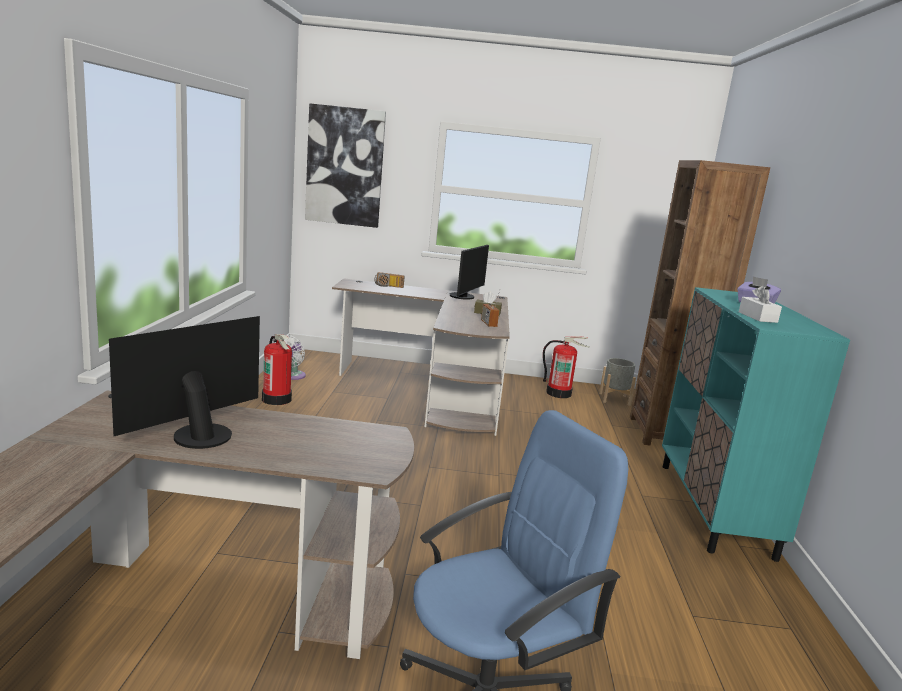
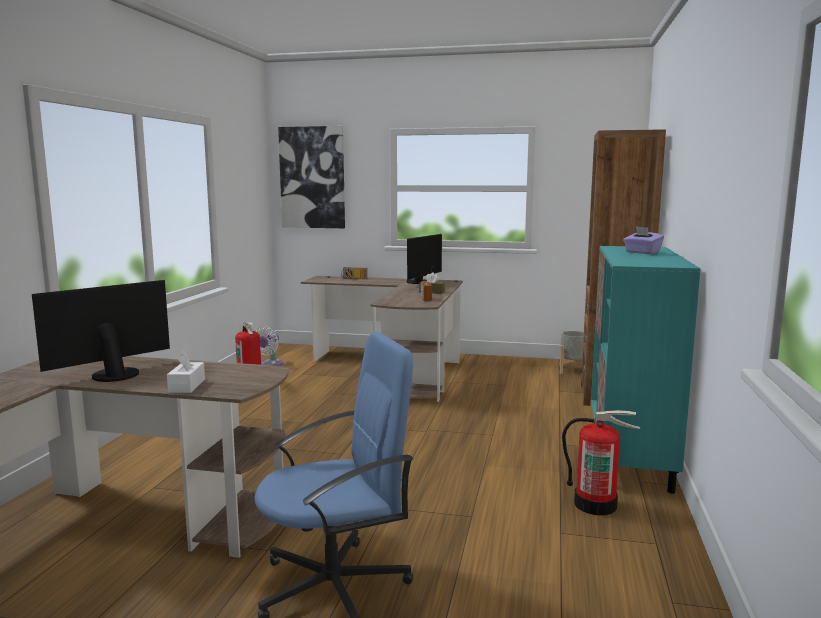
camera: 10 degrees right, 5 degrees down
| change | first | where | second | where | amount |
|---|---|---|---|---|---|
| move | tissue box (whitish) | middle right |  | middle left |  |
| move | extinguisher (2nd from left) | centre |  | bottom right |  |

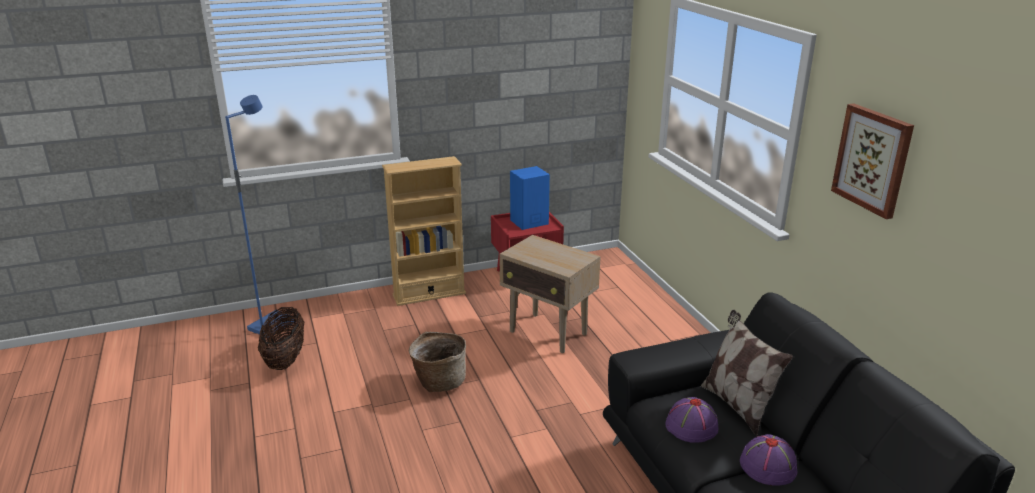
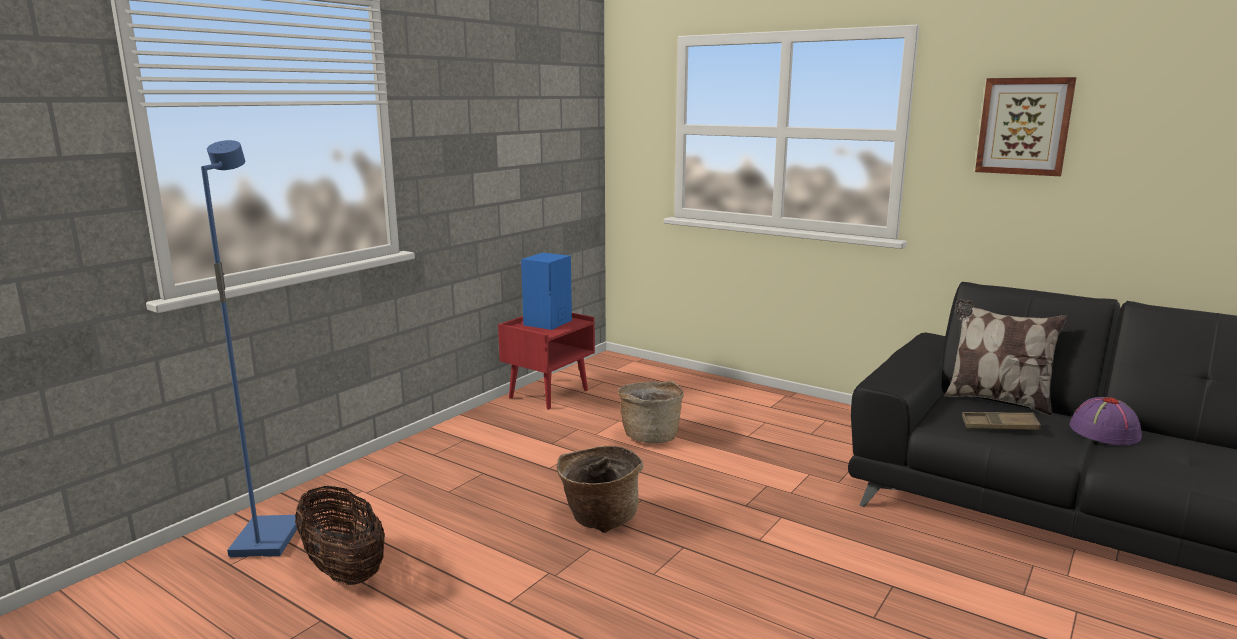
camera: 35 degrees left, 10 degrees down
| change | first | where | second | where | amount |
|---|---|---|---|---|---|
| replace | end table (beige) | centre | household basket (3rd from left) | centre |  |
| replace | clothing hat (purple-coloured) (1st from left) | bottom right | serving tray (brownish) | middle right |  |
| delete | bookshelf (beige) | centre |  |  |  |

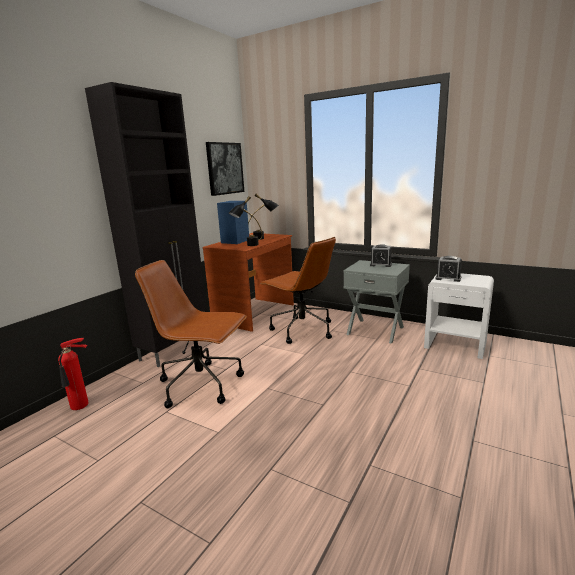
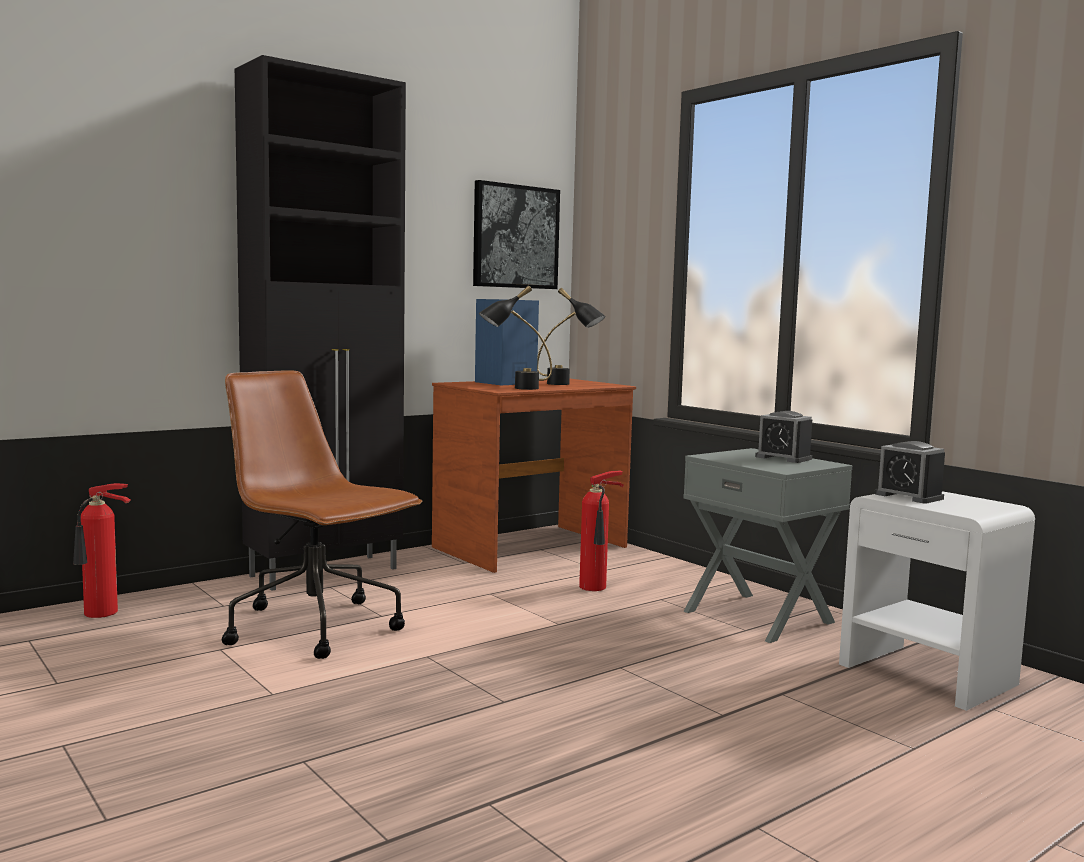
camera: 20 degrees right, 10 degrees down
| change | first | where | second | where | amount |
|---|---|---|---|---|---|
| replace | desk chair (brownish) (2nd from left) | centre | extinguisher (2nd from left) | centre |  |

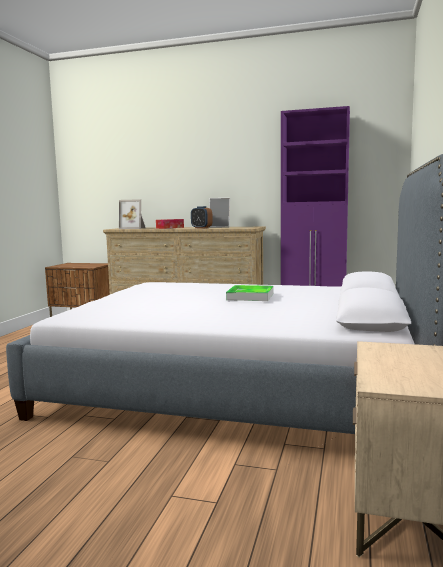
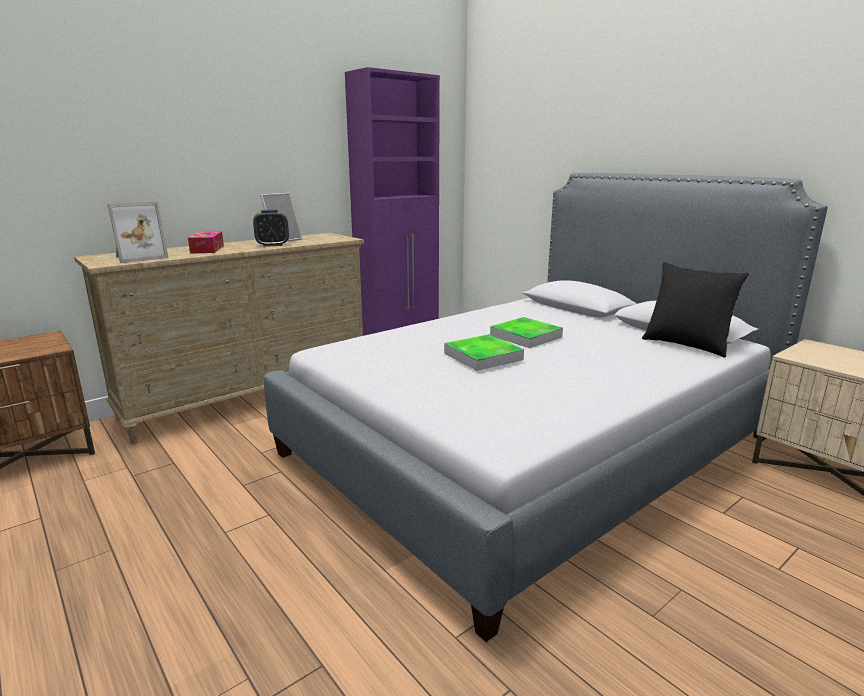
camera: 55 degrees left, 10 degrees up
| change | first | where | second | where | amount |
|---|---|---|---|---|---|
| insert |  |  | serving tray (1st from left) | centre |  |
| insert |  |  | pillow (black) | middle right |  |

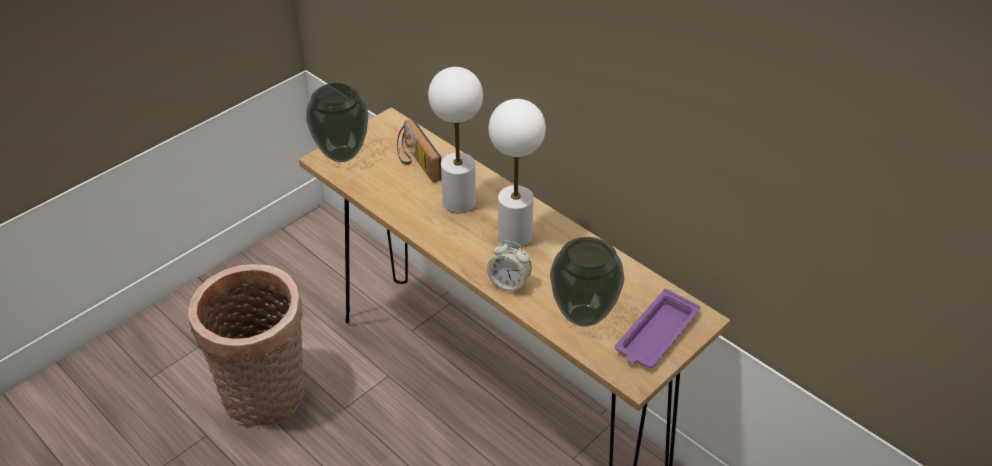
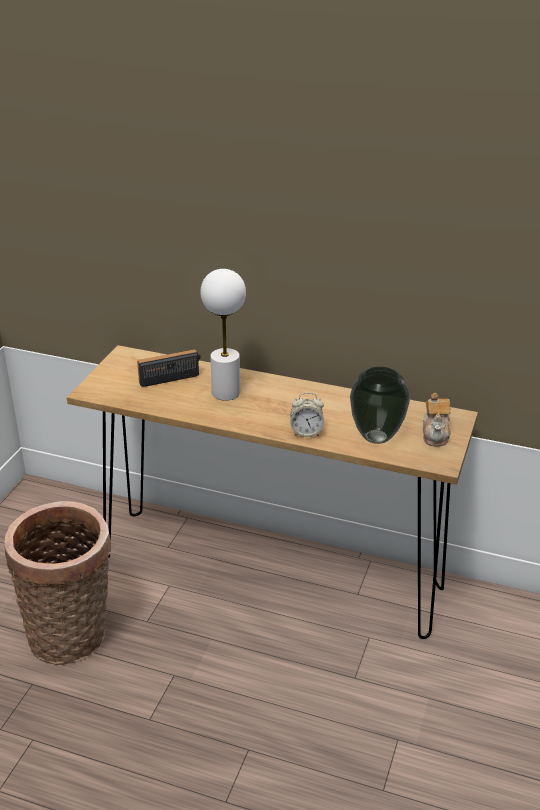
camera: 25 degrees left, 10 degrees down
| change | first | where | second | where | amount |
|---|---|---|---|---|---|
| rotate | radio receiver | top centre |  | middle left | 120 degrees clockwise |
| replace | serving tray (purple-coloured) | bottom centre | pot for tea | middle right |  |
| delete | decorative vase (1st from left) | top centre |  |  |  |
| delete | lamp for a table (whitish) (2nd from left) | centre |  |  |  |

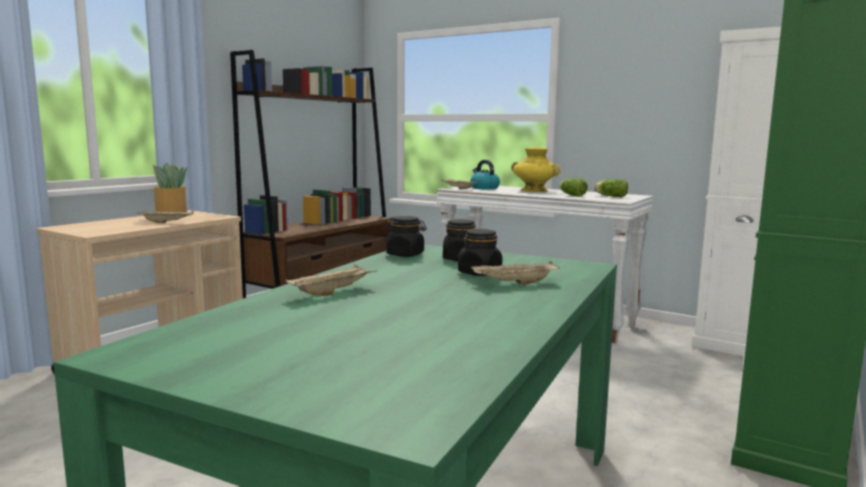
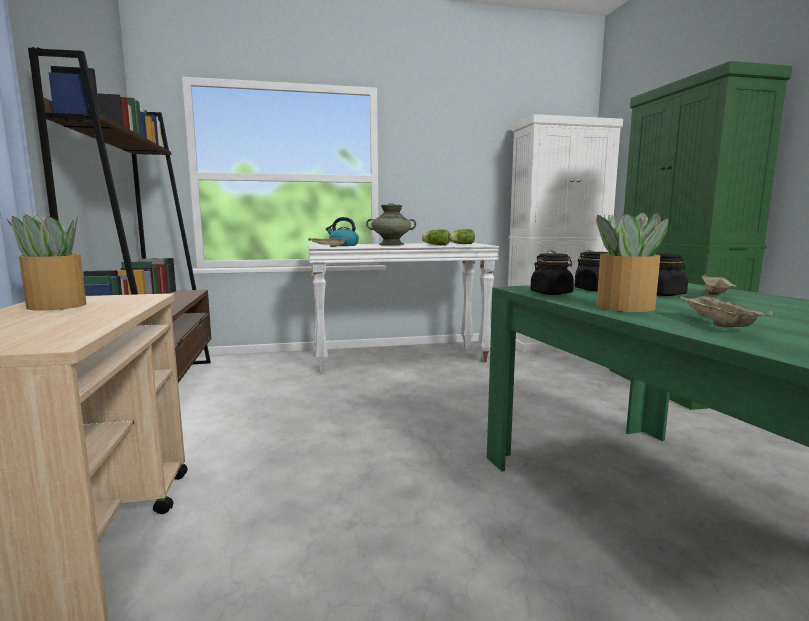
camera: 45 degrees left, 0 degrees up
| change | first | where | second | where | amount |
|---|---|---|---|---|---|
| recolor | decorative vase (yellow) | centre | decorative vase (turquoise) | centre |  |
| insert |  |  | plant in a pot (2nd from left) | middle right |  |
| delete | serving tray (beige) (1st from left) | middle left |  |  |  |

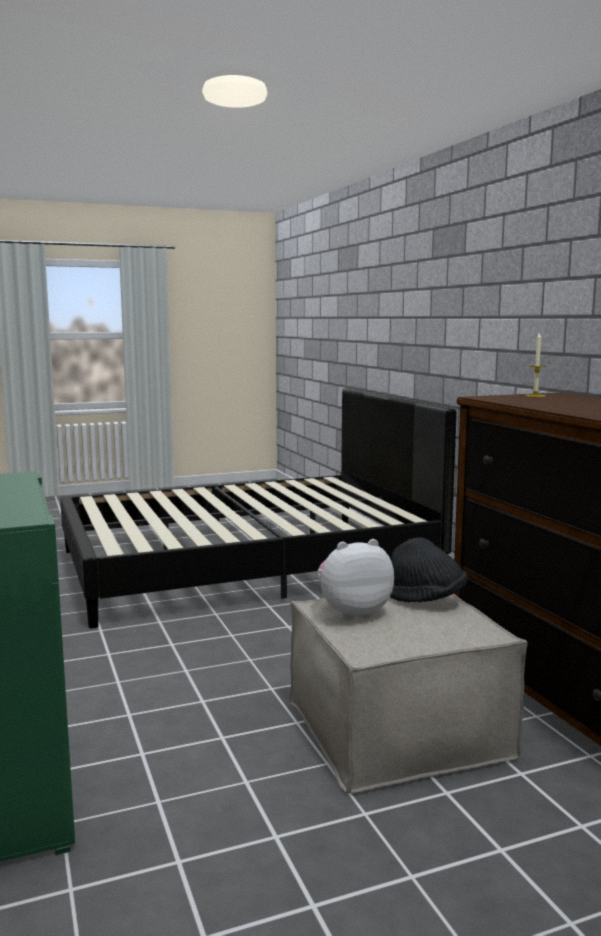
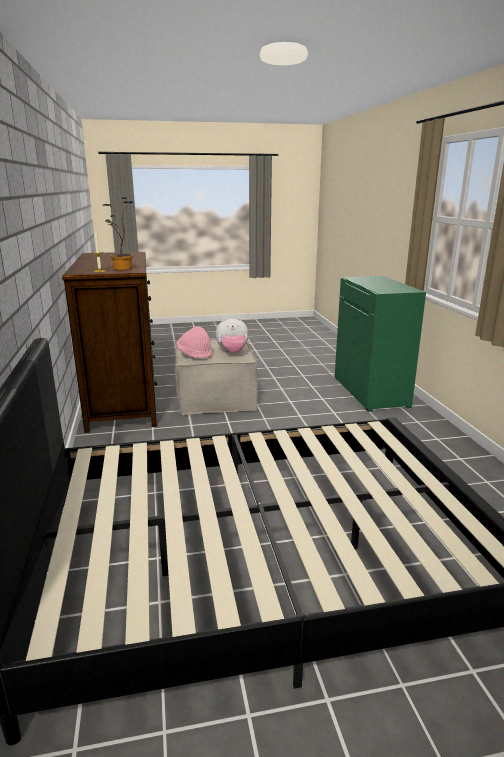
camera: 170 degrees left, 10 degrees up
| change | first | where | second | where | amount |
|---|---|---|---|---|---|
| insert |  |  | plant in a pot | top left |  |
| recolor | clothing hat (black) | middle right | clothing hat (pink) | centre |  |

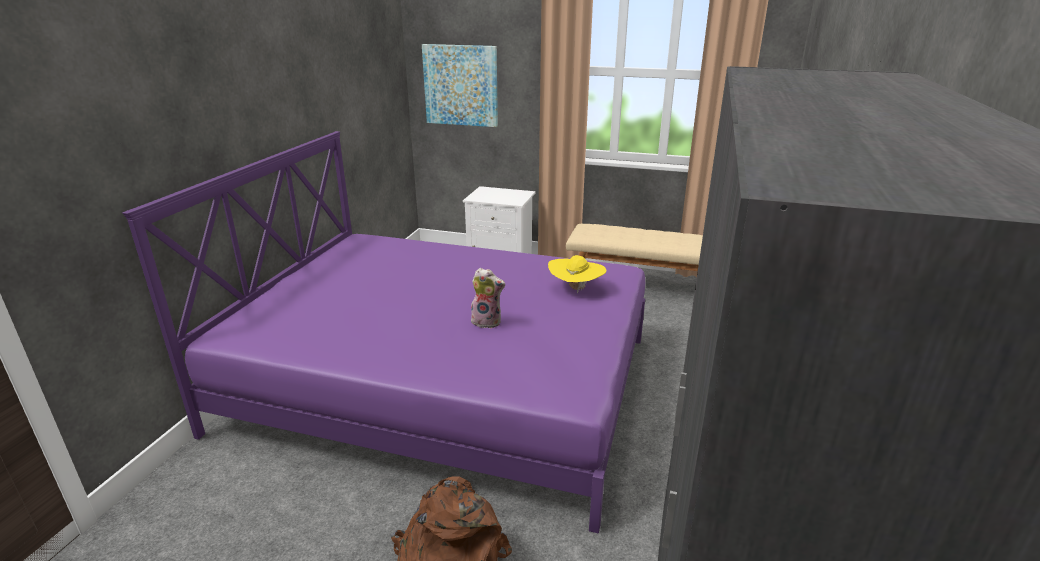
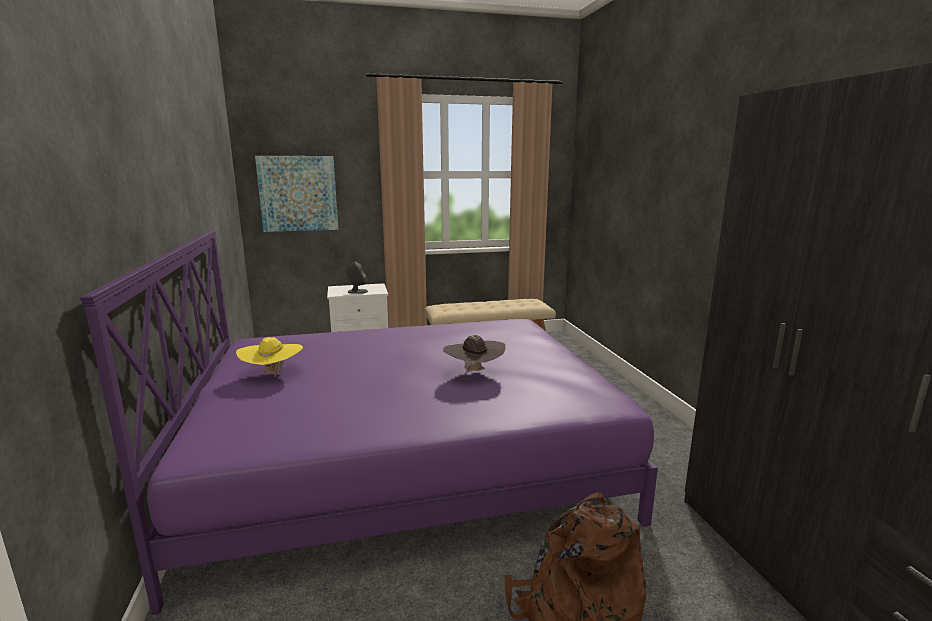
camera: 30 degrees left, 10 degrees down
| change | first | where | second | where | amount |
|---|---|---|---|---|---|
| move | clothing hat (yellow) | centre |  | middle left |  |
| insert |  |  | speaker (greyish) | centre |  |
| replace | plush toy | centre | clothing hat (brownish) | centre |  |

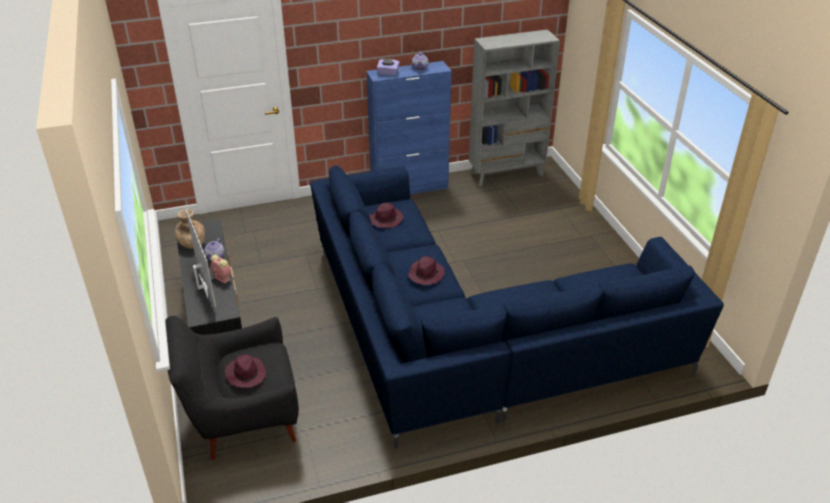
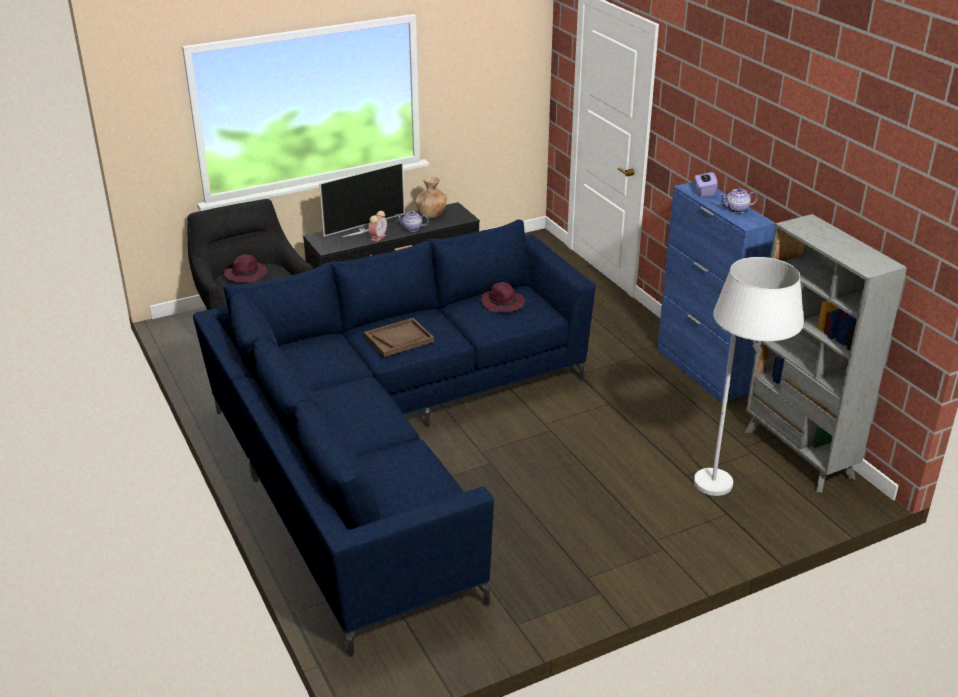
camera: 80 degrees right, 5 degrees down
| change | first | where | second | where | amount |
|---|---|---|---|---|---|
| replace | clothing hat (purple-coloured) (3rd from left) | centre | serving tray (brownish) | centre |  |
| insert |  |  | floor lamp (whitish) | middle right |  |

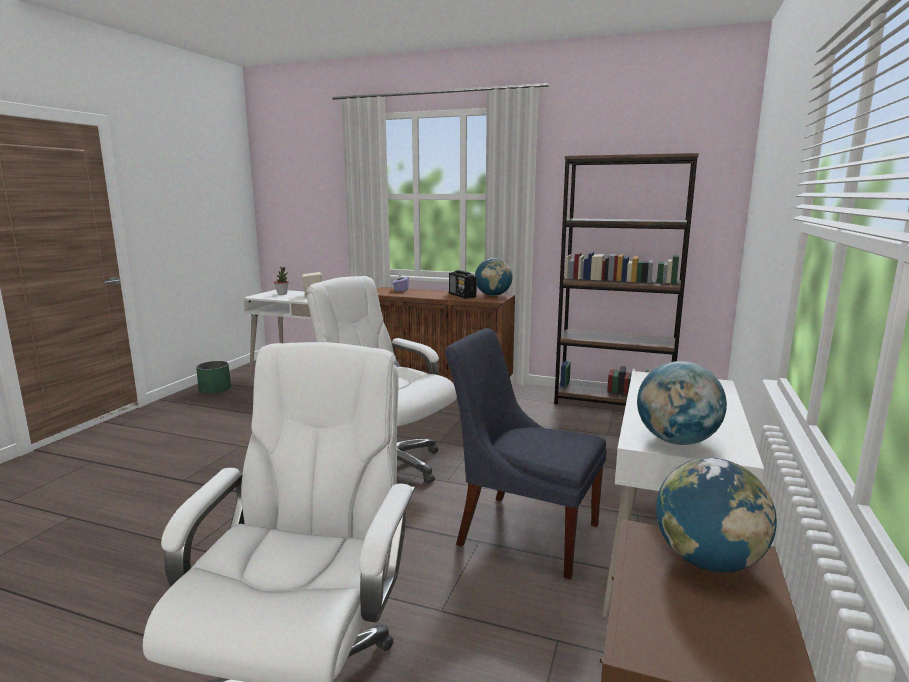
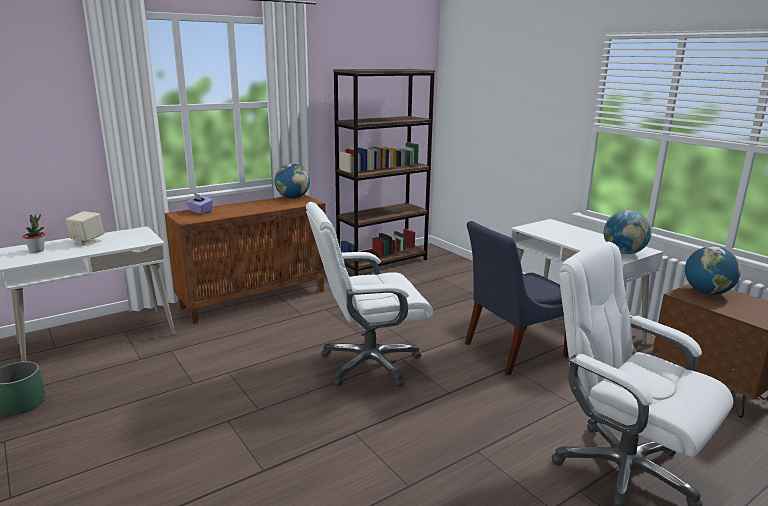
camera: 55 degrees left, 5 degrees up
| change | first | where | second | where | amount |
|---|---|---|---|---|---|
| delete | radio receiver | centre |  |  |  |

